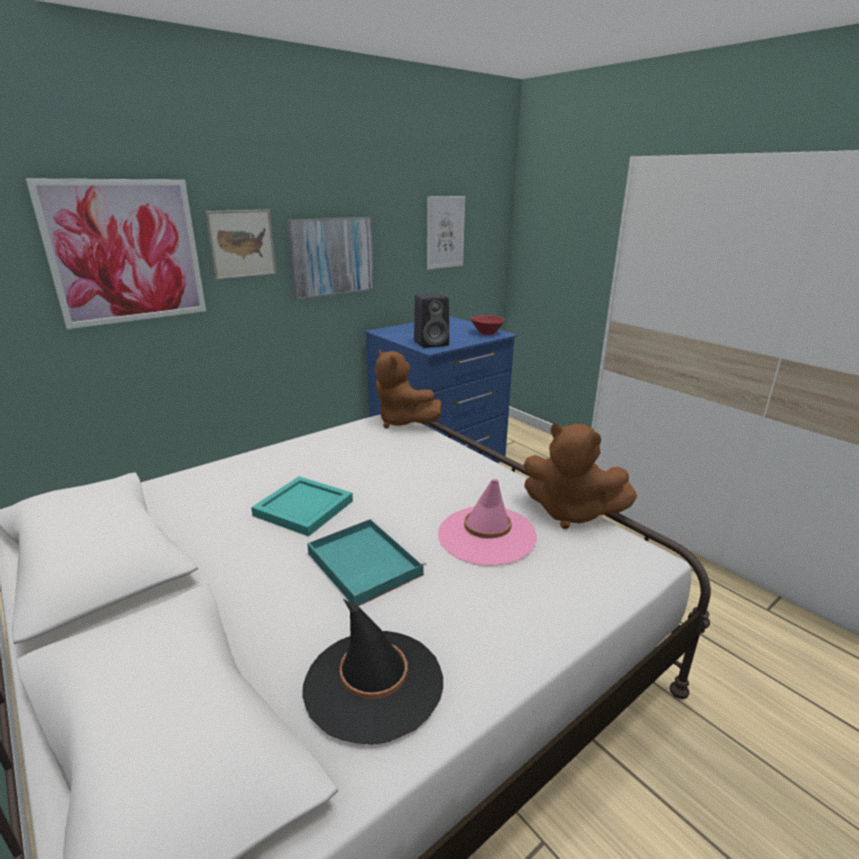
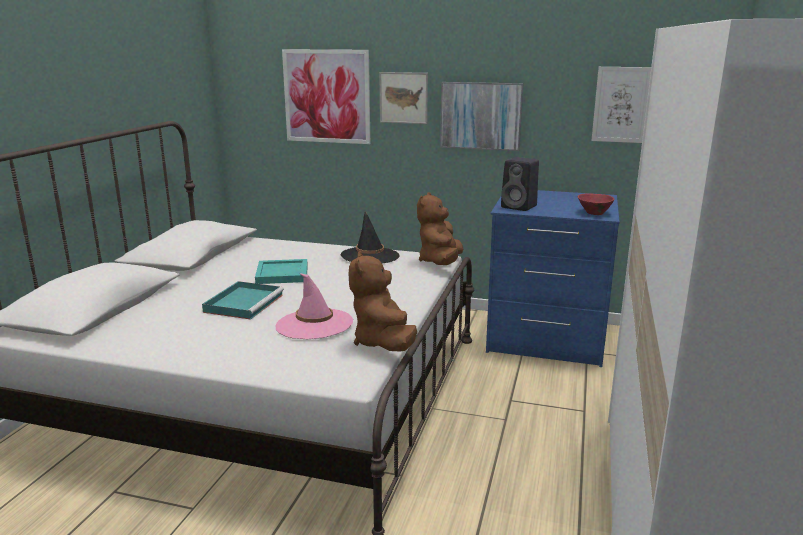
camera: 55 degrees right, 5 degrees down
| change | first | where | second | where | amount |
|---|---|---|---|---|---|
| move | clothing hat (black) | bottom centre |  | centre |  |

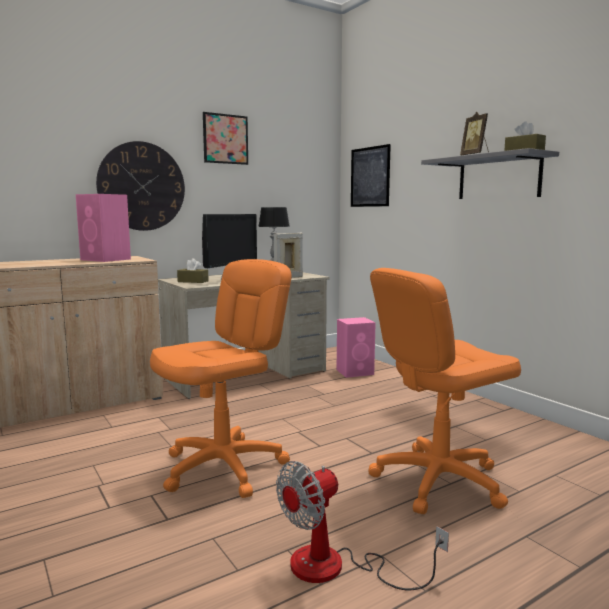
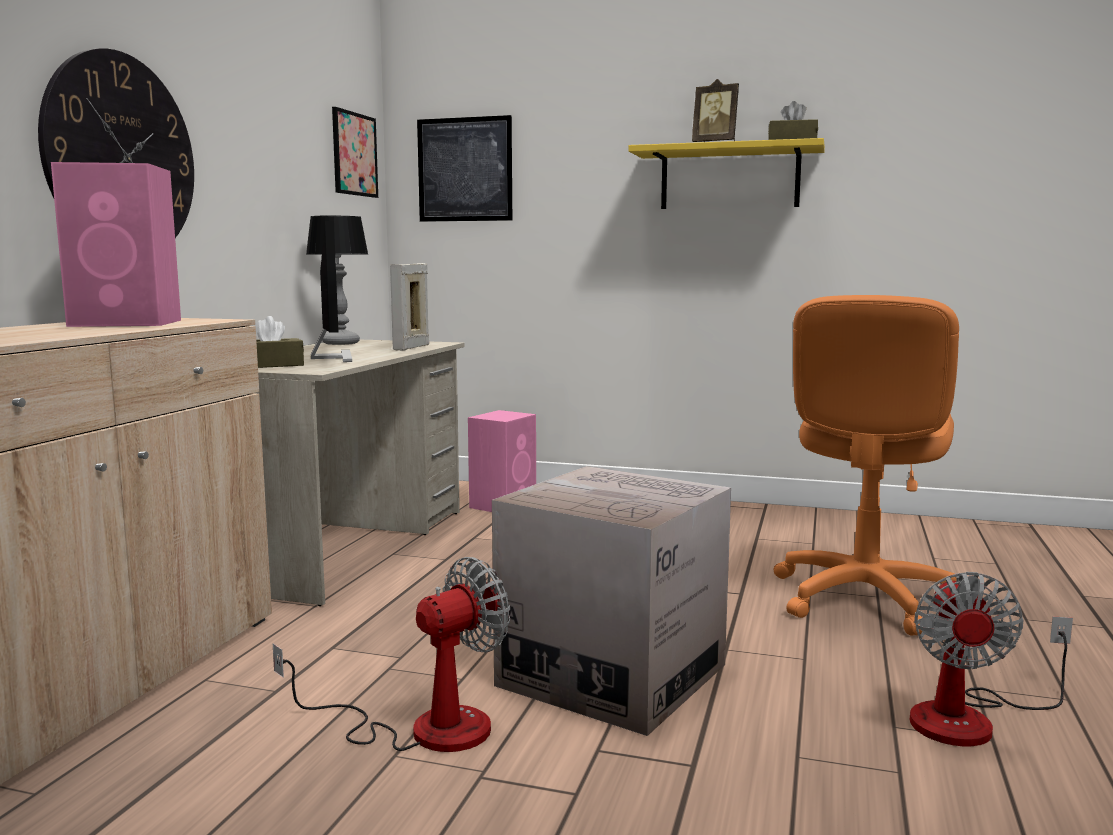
camera: 40 degrees left, 0 degrees up
| change | first | where | second | where | amount |
|---|---|---|---|---|---|
| insert |  |  | fan (1st from left) | bottom centre |  |
| move | picture (1st from left) | top centre |  | top left |  |
| replace | desk chair (orange-coloured) (1st from left) | centre | cardboard box | bottom centre |  |
| recolor | wall shelf (greyish) | top right | wall shelf (yellow) | top centre |  |

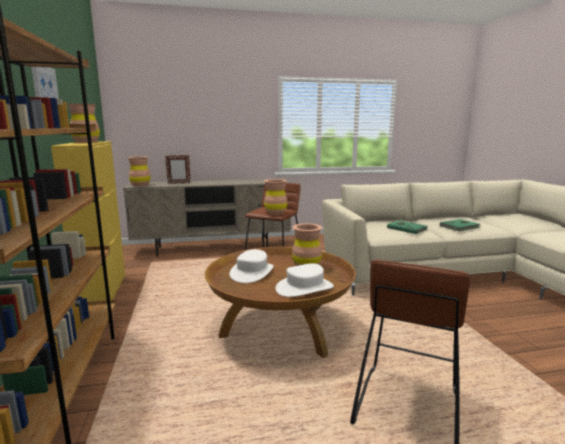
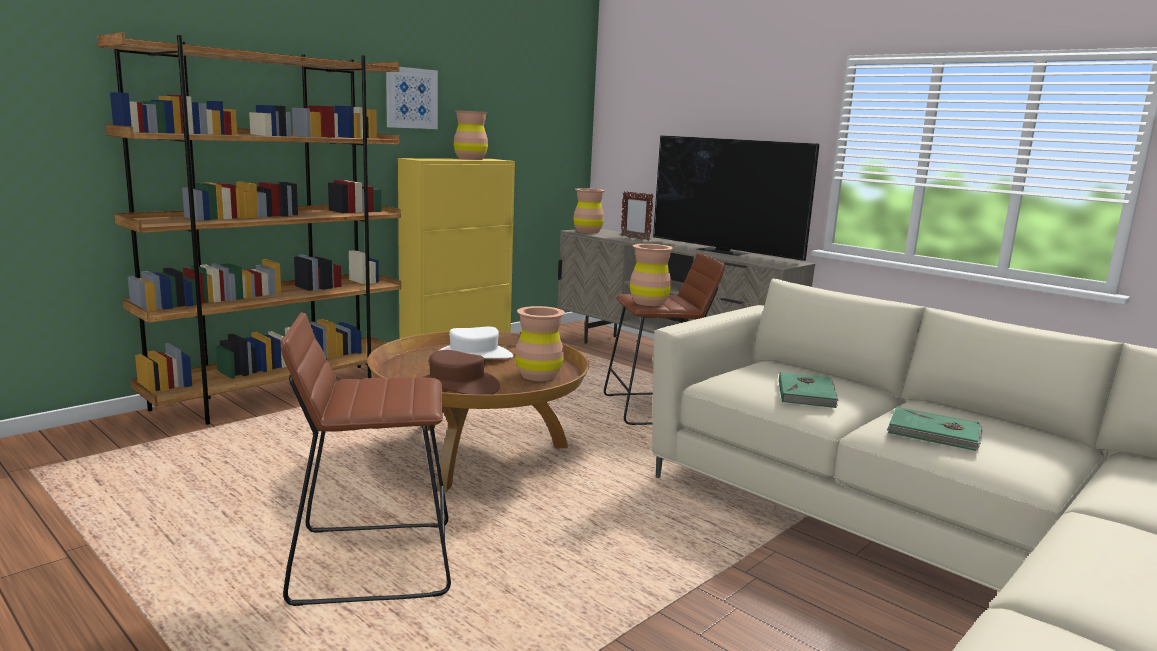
camera: 55 degrees right, 0 degrees up
| change | first | where | second | where | amount |
|---|---|---|---|---|---|
| recolor | clothing hat (whitish) (2nd from left) | centre | clothing hat (brownish) | centre |  |
| insert |  |  | television | top centre |  |

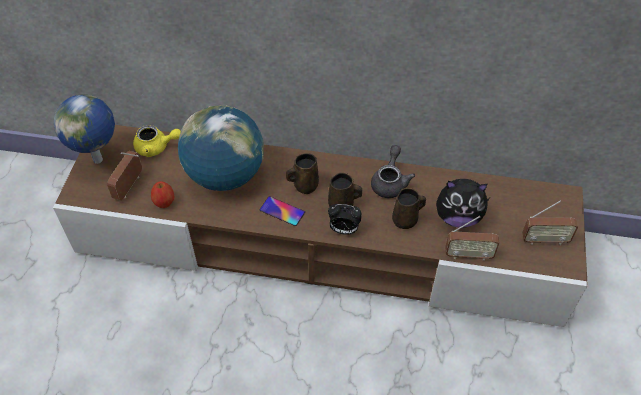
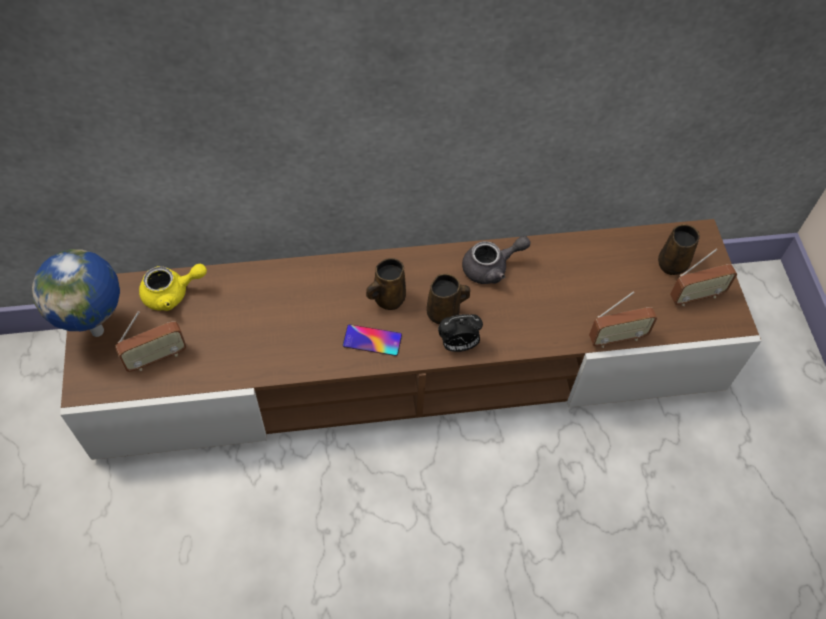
camera: 20 degrees left, 5 degrees up
| change | first | where | second | where | amount |
|---|---|---|---|---|---|
| rotate | radio receiver (1st from left) | middle left |  | middle left | 120 degrees counterclockwise |
| rotate | pot for tea (greyish) | centre |  | centre | 75 degrees clockwise |
| move | mug (brownish) (3rd from left) | centre |  | middle right |  |
| delete | apple fruit | middle left |  |  |  |
| delete | desk globe (2nd from left) | centre |  |  |  |
| delete | plush toy | middle right |  |  |  |

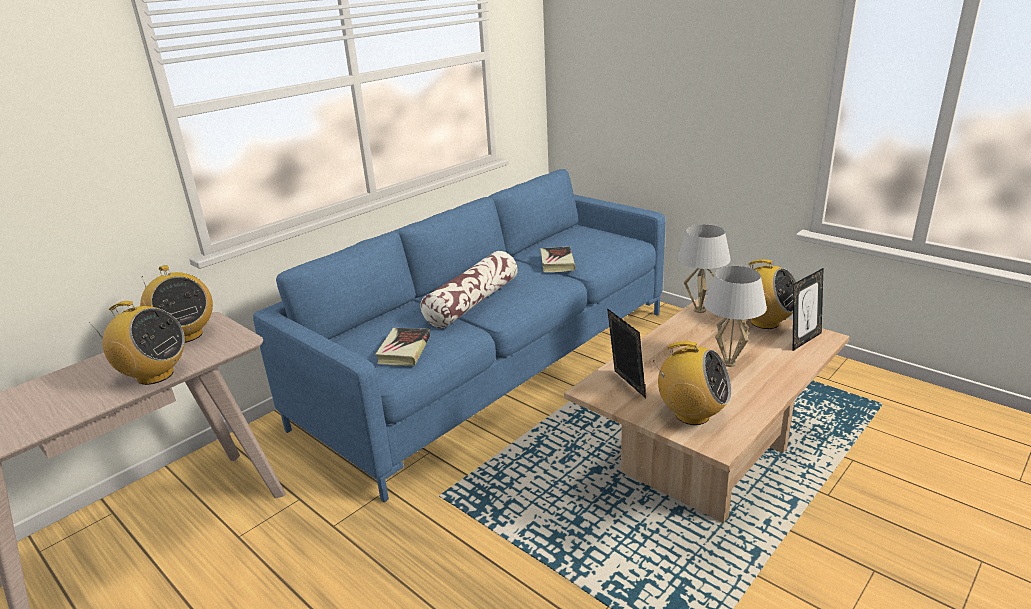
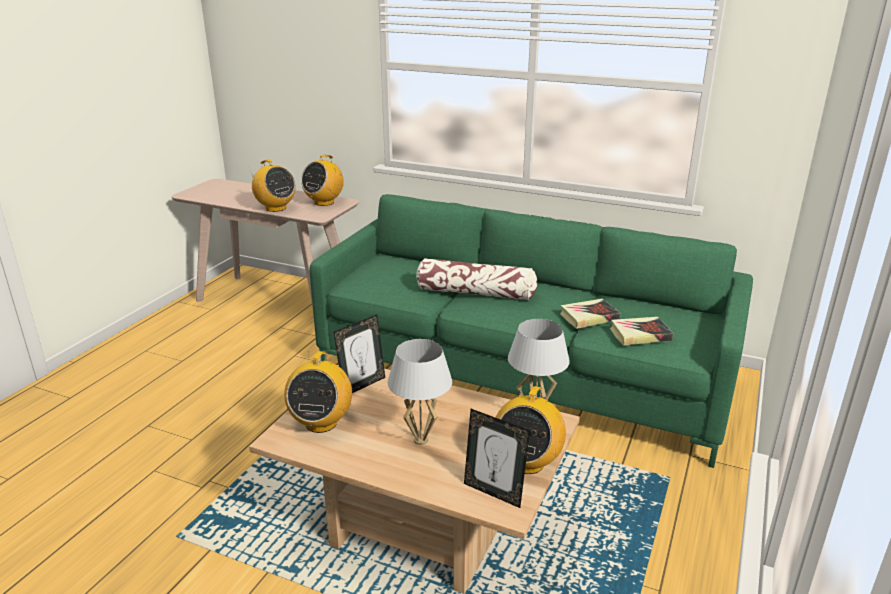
camera: 70 degrees right, 0 degrees up
| change | first | where | second | where | amount |
|---|---|---|---|---|---|
| rotate | radio receiver (1st from left) | middle left |  | top left | 45 degrees counterclockwise |
| recolor | sofa (bluish) | centre | sofa (green) | centre |  |
| move | bound book (1st from left in the first image) | centre | bound book (2nd from left) | middle right |  |

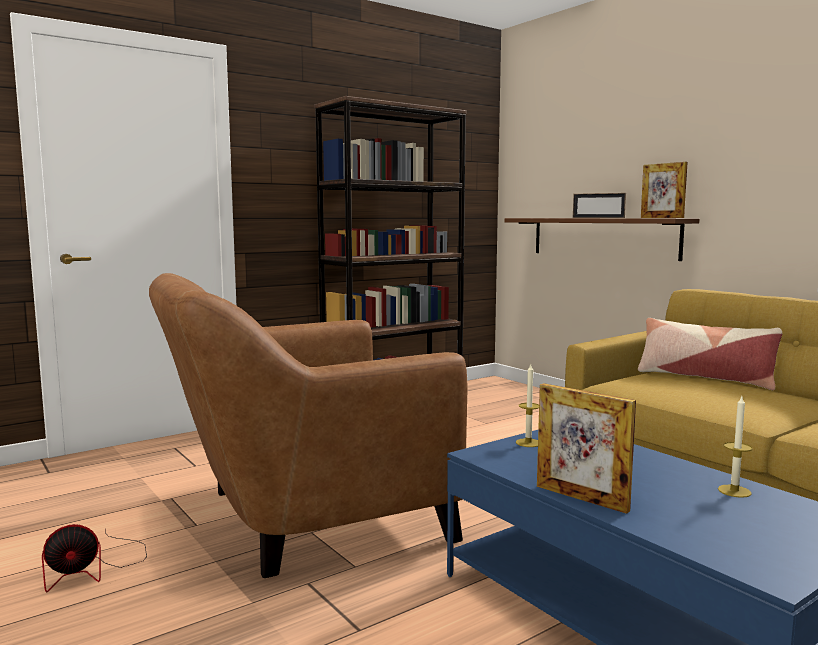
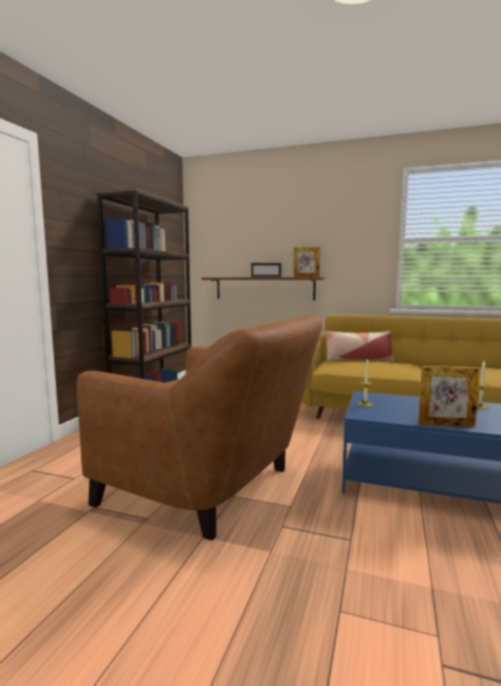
camera: 35 degrees left, 0 degrees up
| change | first | where | second | where | amount |
|---|---|---|---|---|---|
| rotate | easy chair (brownish) | centre |  | centre | 90 degrees counterclockwise |
| delete | fan | bottom left |  |  |  |

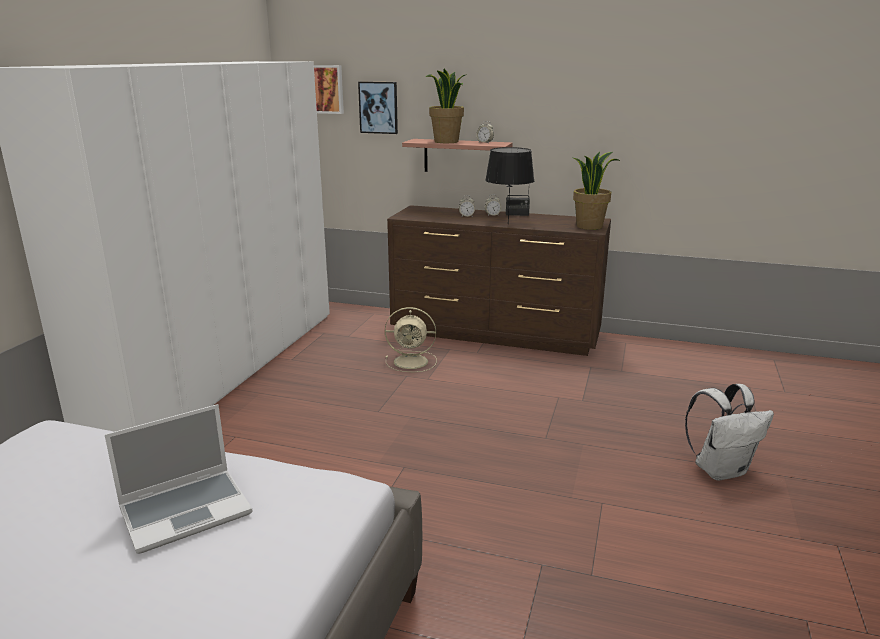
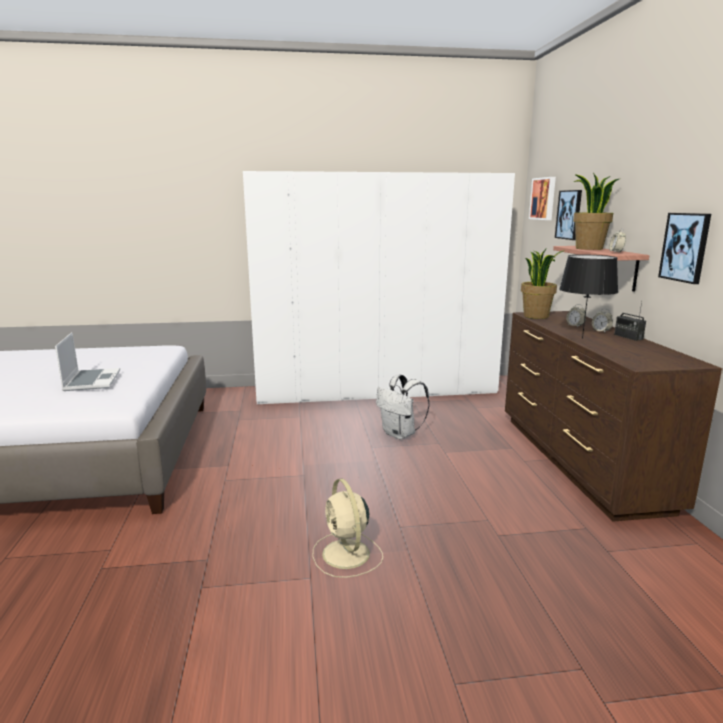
camera: 65 degrees right, 5 degrees down
| change | first | where | second | where | amount |
|---|---|---|---|---|---|
| rotate | notebook computer | bottom left |  | middle left | 135 degrees counterclockwise |
| move | fan (beige) | centre |  | bottom centre |  |
| move | knapsack (whitish) | bottom right |  | centre |  |
| move | plant in a pot (2nd from left in the first image) | top right | plant in a pot (1st from left) | middle right |  |
| insert |  |  | picture (3rd from left) | middle right |  |

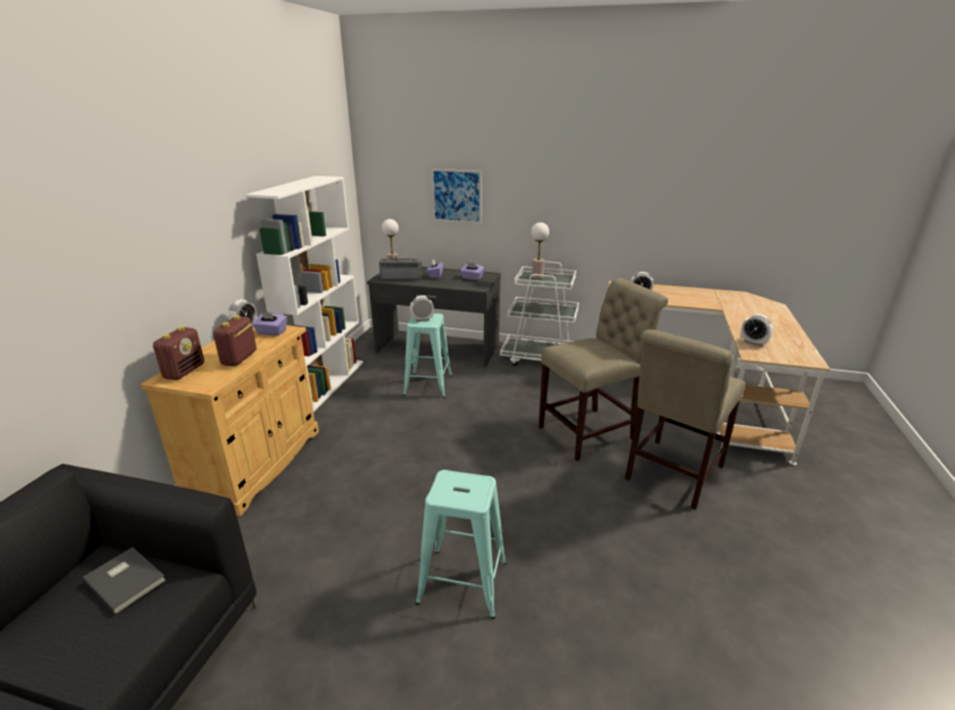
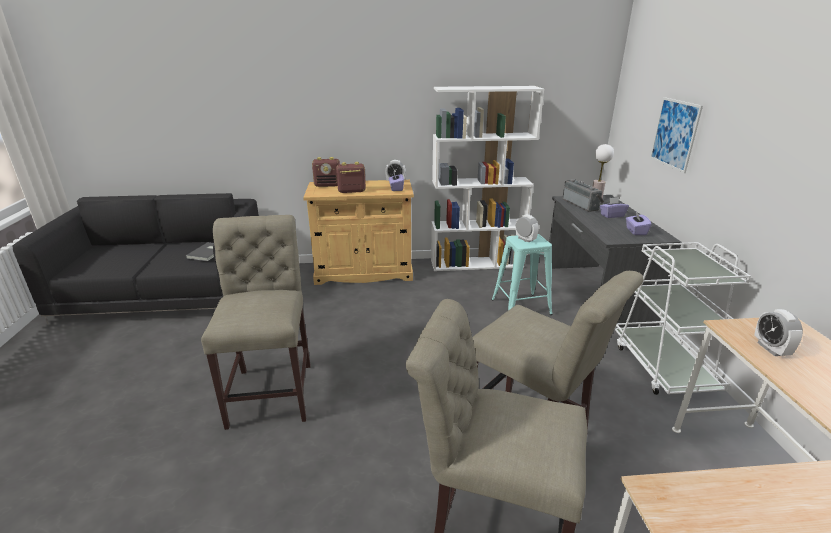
camera: 70 degrees right, 0 degrees up
| change | first | where | second | where | amount |
|---|---|---|---|---|---|
| replace | sitting stool (turquoise) (2nd from left) | bottom centre | chair (beige) (1st from left) | middle left |  |
| delete | lamp for a table (2nd from left) | centre |  |  |  |
| delete | bedside clock (4th from left) | middle right |  |  |  |

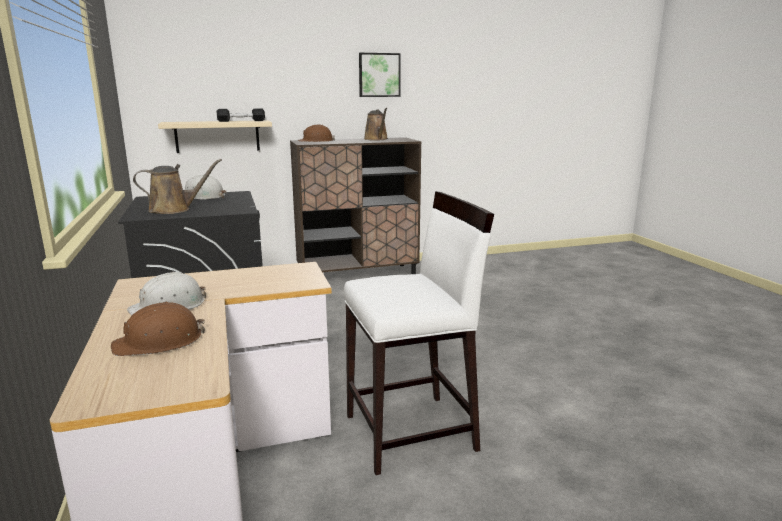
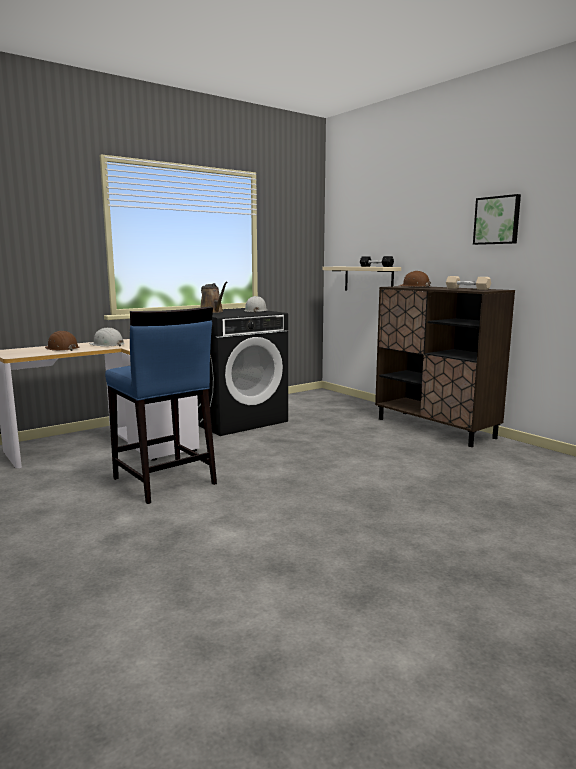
camera: 70 degrees right, 5 degrees down
| change | first | where | second | where | amount |
|---|---|---|---|---|---|
| recolor | sitting stool (whitish) | centre | sitting stool (bluish) | middle left |  |
| replace | watering can (brownish) (2nd from left) | top centre | dumbbell (beige) | middle right |  |

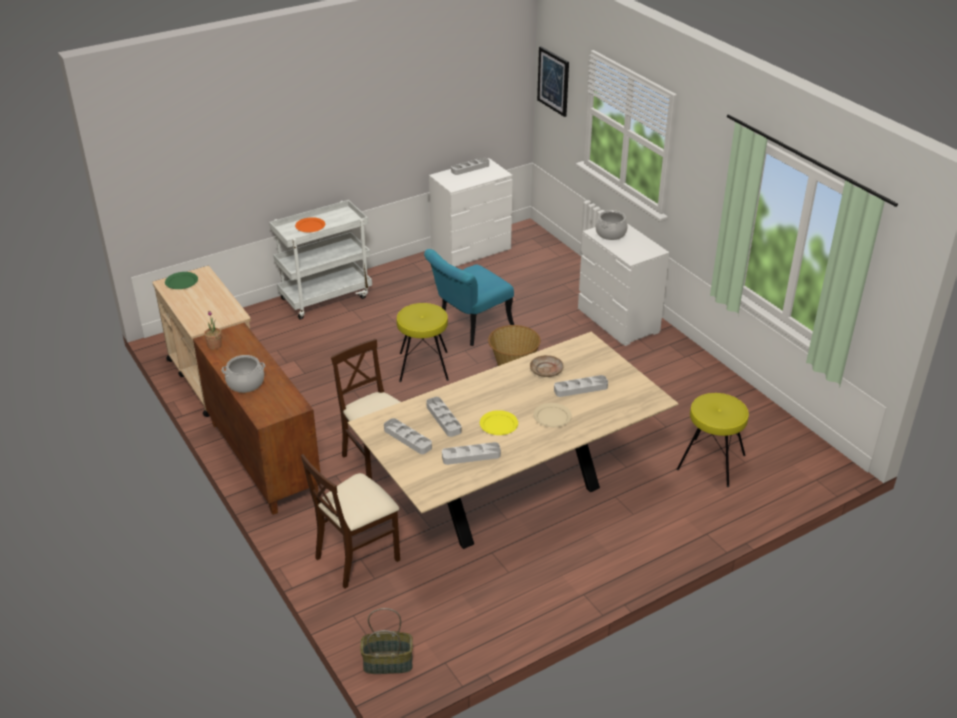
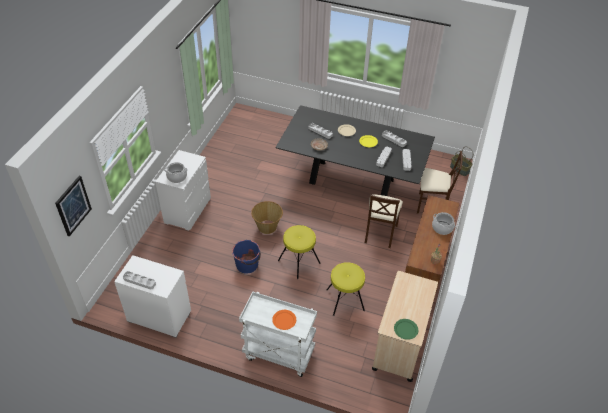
camera: 130 degrees left, 10 degrees up
| change | first | where | second | where | amount |
|---|---|---|---|---|---|
| replace | chair (turquoise) | centre | pail (bluish) | centre |  |
| recolor | dining table (beige) | centre | dining table (black) | centre |  |
| move | sitting stool (yellow) (2nd from left) | middle right |  | bottom centre |  |

